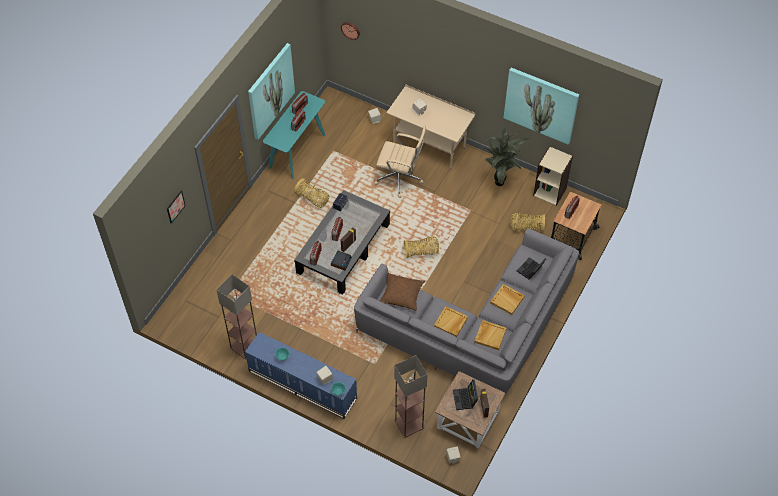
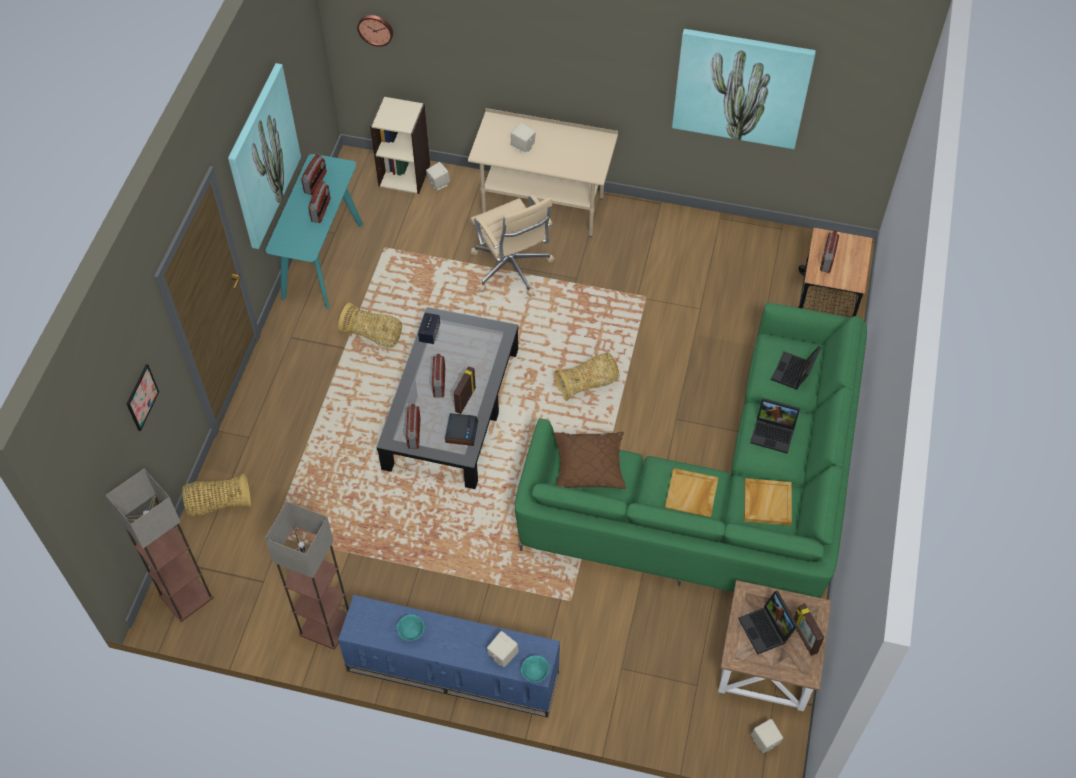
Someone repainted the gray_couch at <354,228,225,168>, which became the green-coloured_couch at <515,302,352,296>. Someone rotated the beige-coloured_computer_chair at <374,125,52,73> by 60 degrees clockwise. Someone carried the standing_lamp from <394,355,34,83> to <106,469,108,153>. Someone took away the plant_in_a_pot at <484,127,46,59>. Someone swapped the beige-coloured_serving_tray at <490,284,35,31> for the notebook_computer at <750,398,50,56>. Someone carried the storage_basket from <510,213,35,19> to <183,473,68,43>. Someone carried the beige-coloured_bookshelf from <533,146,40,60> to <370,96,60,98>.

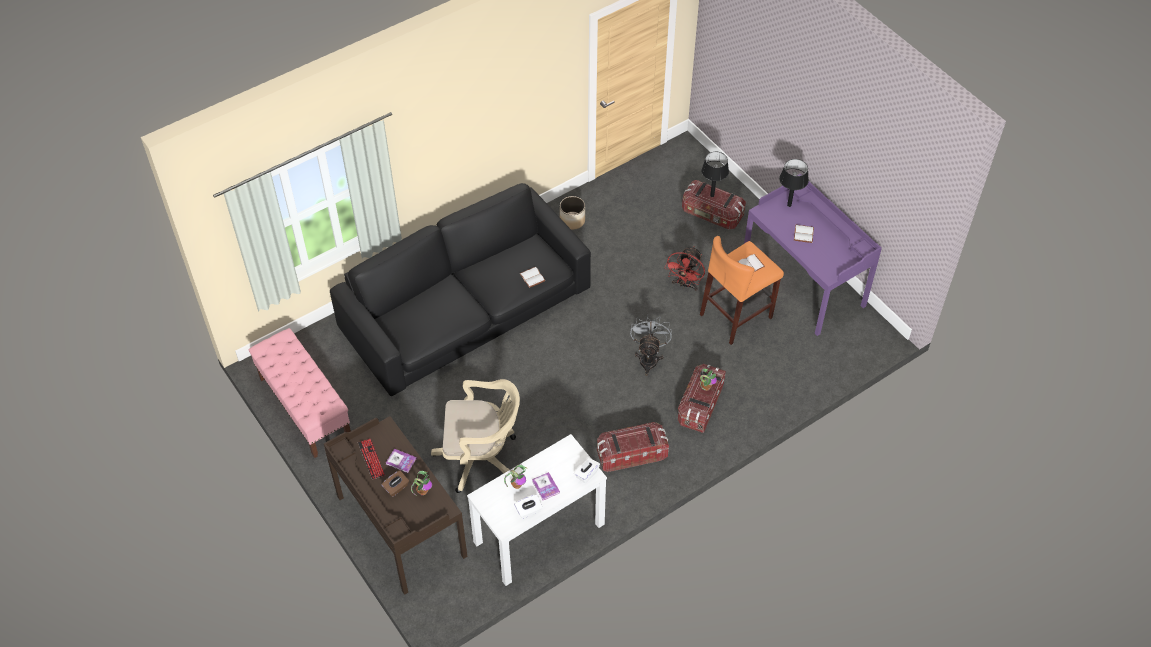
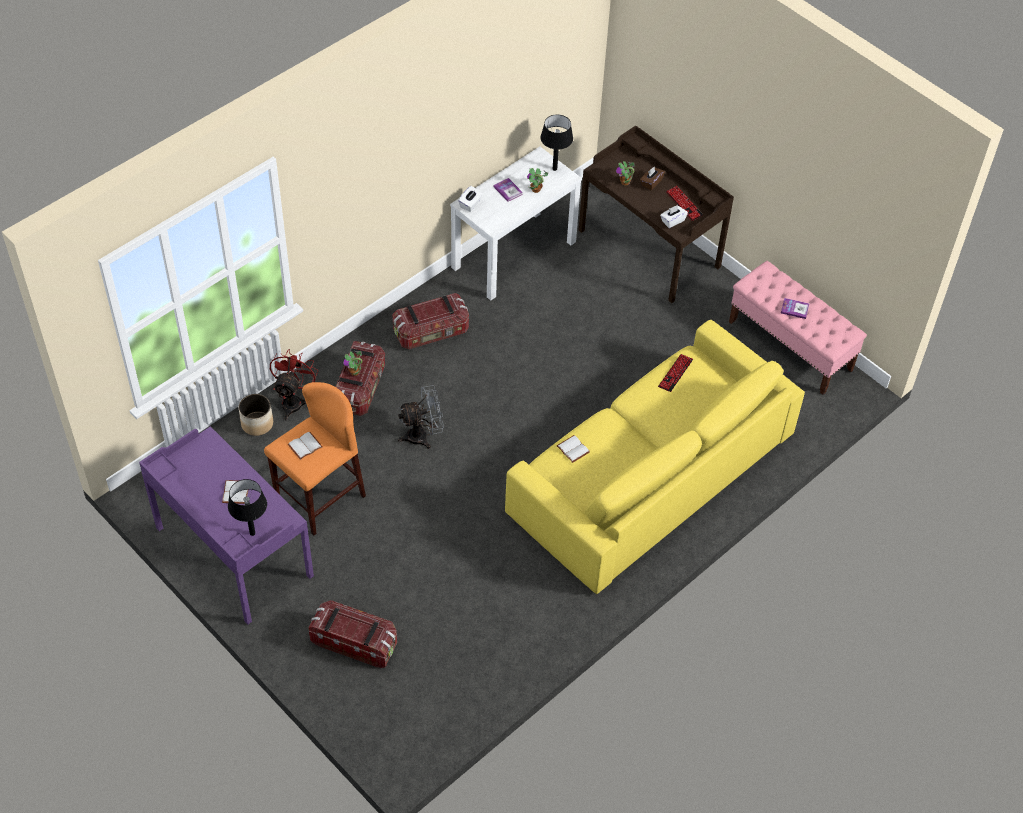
Someone repainted the blackish_couch at <330,183,261,213>, which became the yellow_couch at <505,320,300,274>. Someone carried the bound_book from <386,449,31,24> to <781,298,28,21>. Someone took away the beige-coloured_computer_chair at <431,379,89,114>. Someone carried the white-coloured_tissue_holder from <515,494,28,25> to <660,205,28,23>. Someone carried the flower_pot from <560,196,25,34> to <238,394,35,42>. Someone rotated the gray_electric_fan at <630,315,42,61> by 105 degrees counterclockwise. Someone carried the red_electric_fan from <665,246,40,45> to <270,349,48,71>. Someone carried the blackish_table_lamp from <701,152,28,45> to <540,115,33,56>. Someone put down the computer_keyboard at <658,354,35,38>.

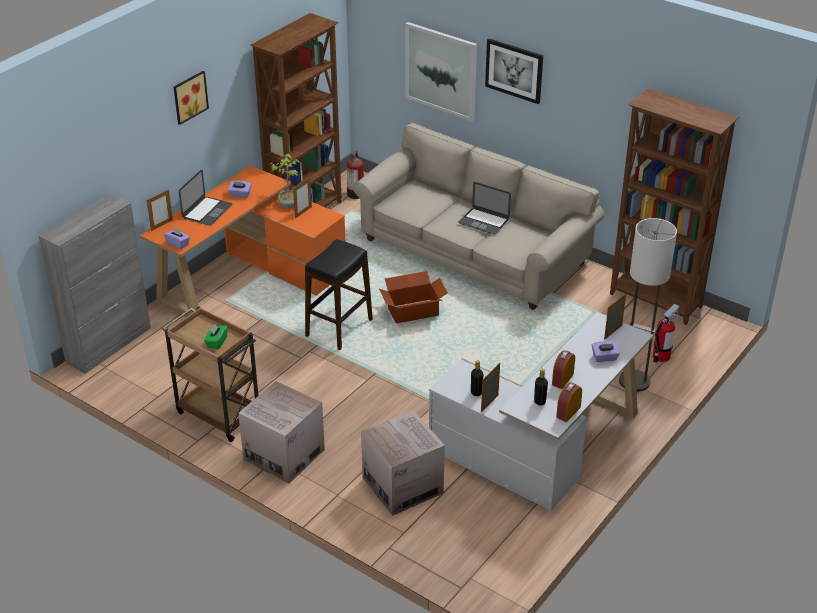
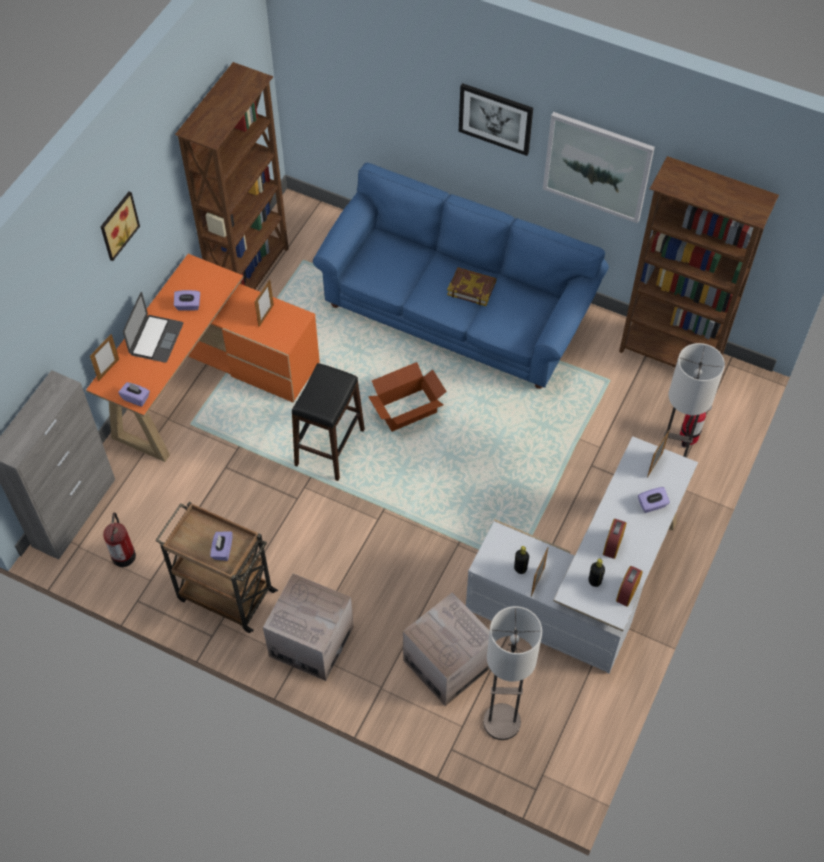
Someone repainted the green-coloured_tissue_holder at <204,324,24,25>, which became the purple-coloured_tissue_holder at <210,531,23,30>. Someone took away the plant_in_a_pot at <269,154,30,54>. Someone carried the fire-fighting_cylinder from <347,151,17,48> to <103,512,33,55>. Someone repainted the beige-coloured_couch at <353,123,252,187>, which became the blue-coloured_couch at <313,163,296,226>. Someone carried the wall_art from <405,22,72,99> to <543,112,112,111>. Someone swapped the notebook_computer at <458,182,53,53> for the bound_book at <447,267,49,39>. Someone put down the standing_lamp at <483,606,59,134>.

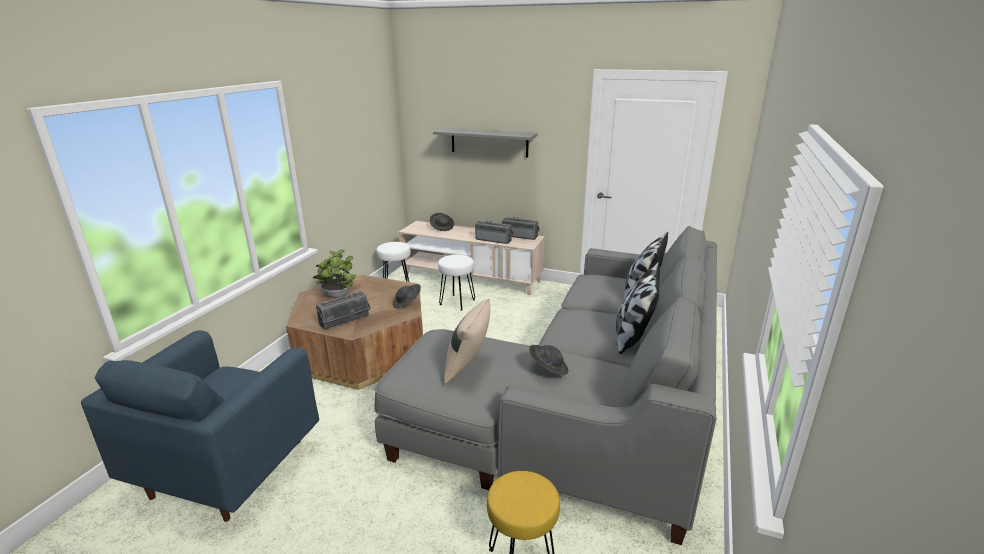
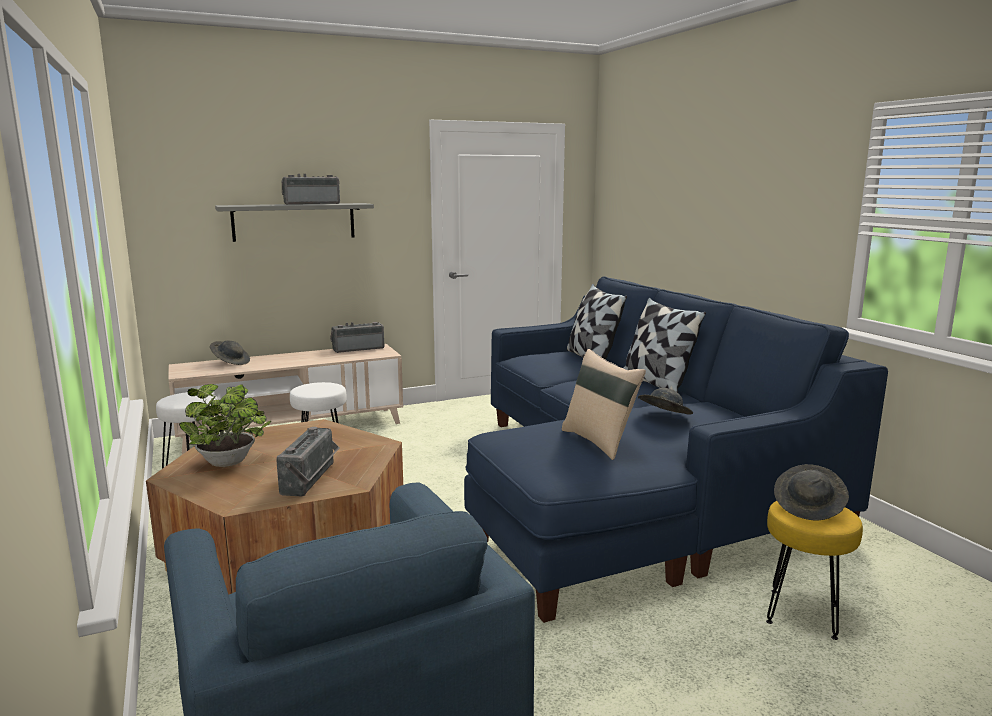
Someone repainted the gray_couch at <374,226,343,319>, which became the blue-coloured_couch at <464,276,424,347>. Someone carried the gray_hat from <392,284,29,24> to <774,464,75,57>. Someone carried the radio_receiver from <475,220,38,24> to <282,174,58,31>.

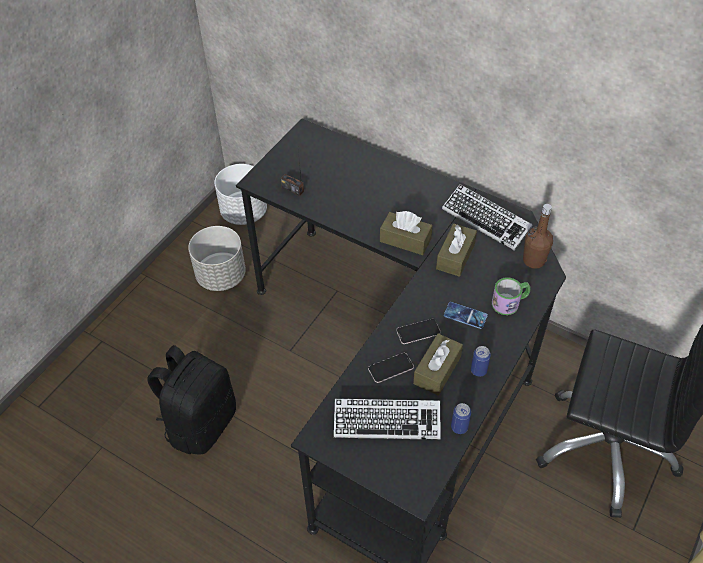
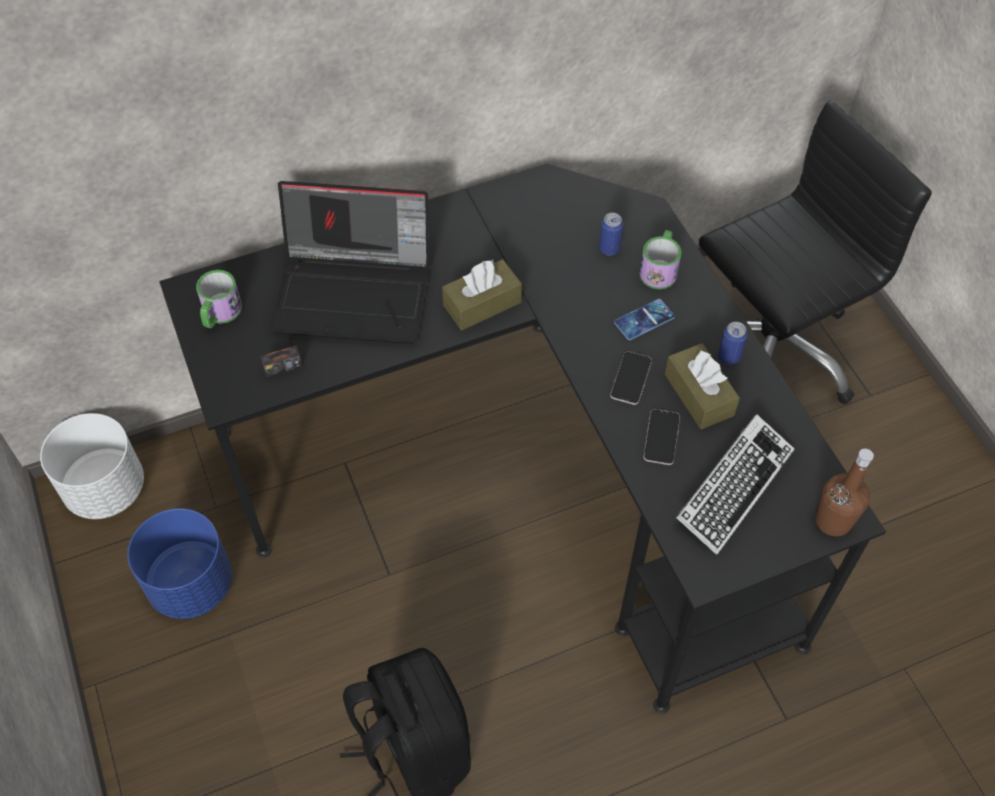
Someone repainted the gray_flower_pot at <188,226,58,65>, which became the blue-coloured_flower_pot at <127,508,105,111>. Someone took away the brown_tissue_holder at <436,224,41,53>. Someone took away the computer_keyboard at <442,184,91,66>. Someone carried the metal_can from <451,403,20,31> to <599,213,24,43>. Someone carried the brown_beverage_bottle from <523,204,30,65> to <815,449,59,87>. Someone put down the mug at <196,270,46,58>. Someone put down the notebook_computer at <270,181,159,163>.

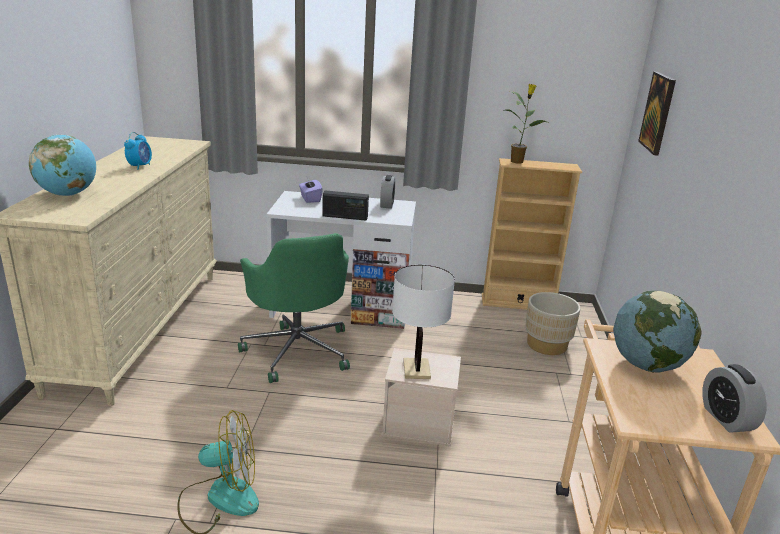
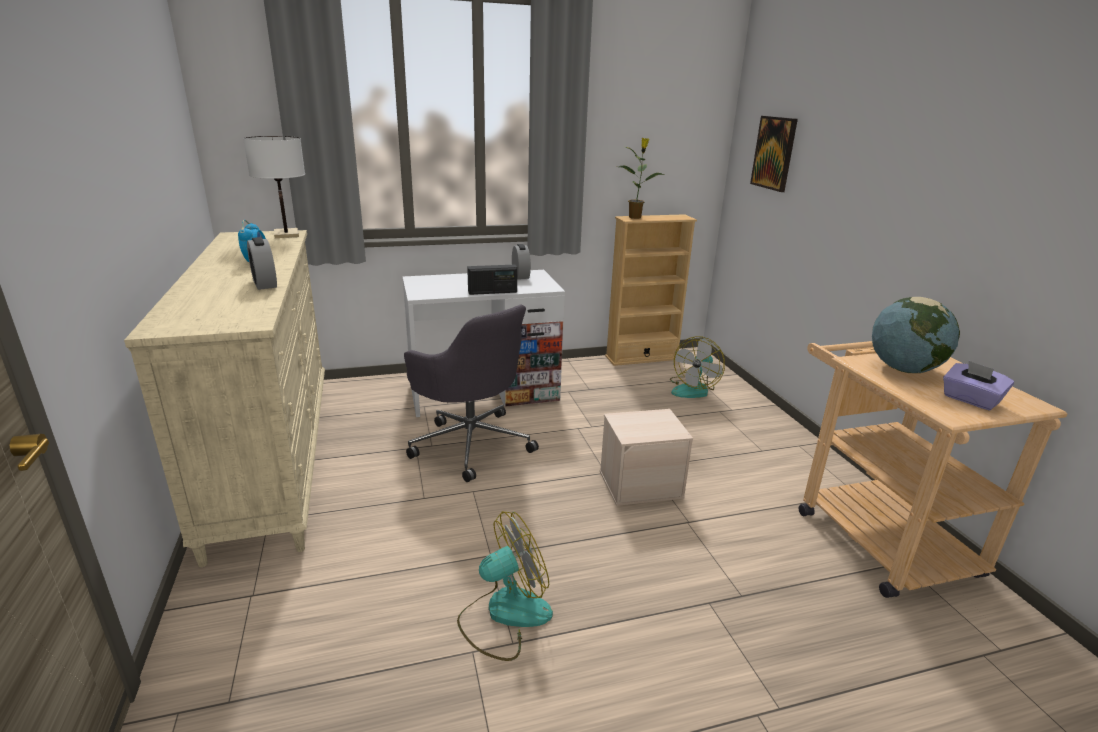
Someone took away the desk_globe at <29,134,67,62>. Someone repainted the green-coloured_computer_chair at <238,233,112,150>, which became the gray_computer_chair at <404,305,135,177>. Someone carried the purple-coloured_tissue_holder from <299,177,24,26> to <943,361,71,50>. Someone carried the white-coloured_table_lamp from <392,265,63,114> to <243,136,62,102>. Someone swapped the beige-coloured_flower_pot at <525,292,56,63> for the electric_fan at <670,336,55,62>. Someone carried the alarm_clock from <702,364,64,69> to <247,237,30,53>.

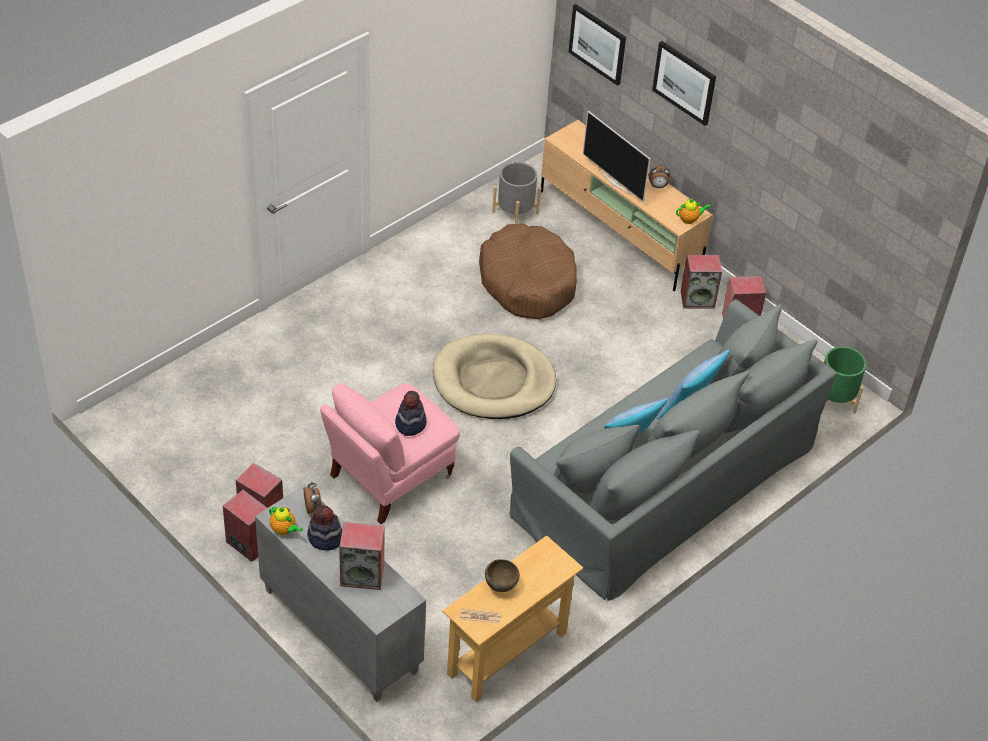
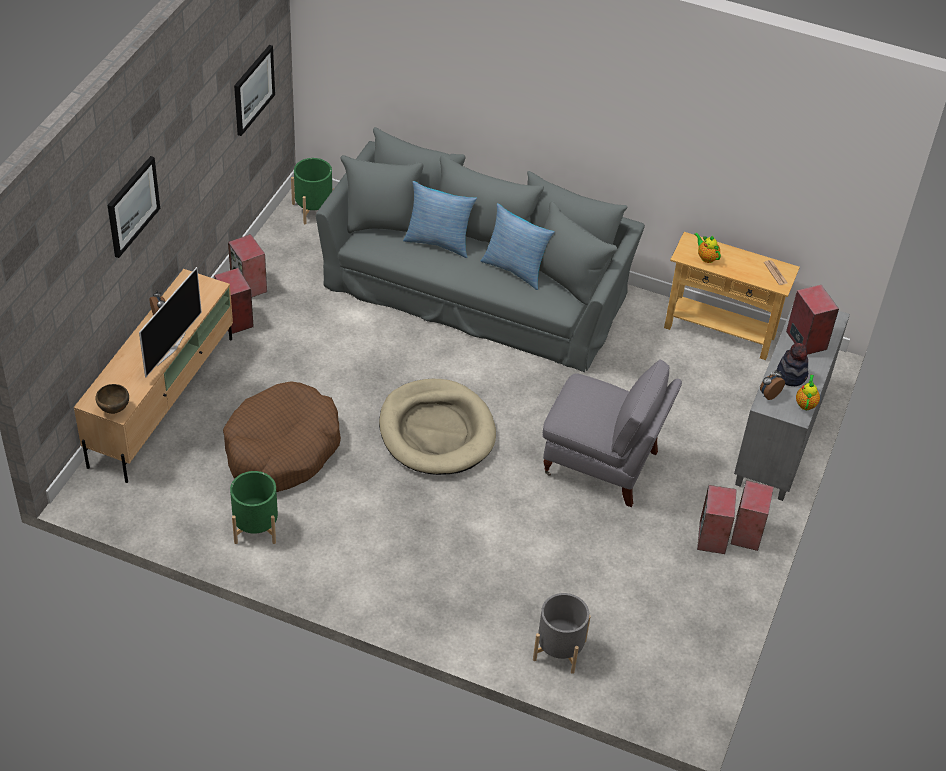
Someone repainted the pinkish_lounge_chair at <320,382,140,142>, which became the gray_lounge_chair at <542,359,140,148>. Someone took away the hat at <395,391,32,45>. Someone carried the brown_serving_bowl from <485,559,35,33> to <96,384,33,30>. Someone carried the gray_flower_pot from <492,162,49,62> to <533,593,58,81>. Someone carried the wall_art from <568,4,58,82> to <234,45,41,91>. Someone carried the tea_pot from <676,198,35,26> to <694,233,27,30>. Someone put down the green-coloured_flower_pot at <230,471,48,73>.

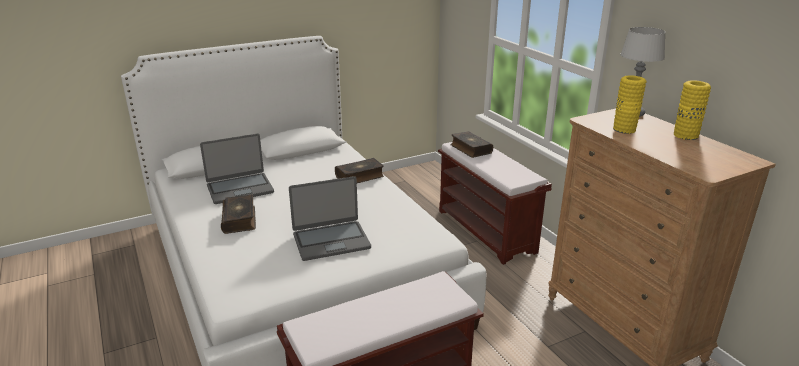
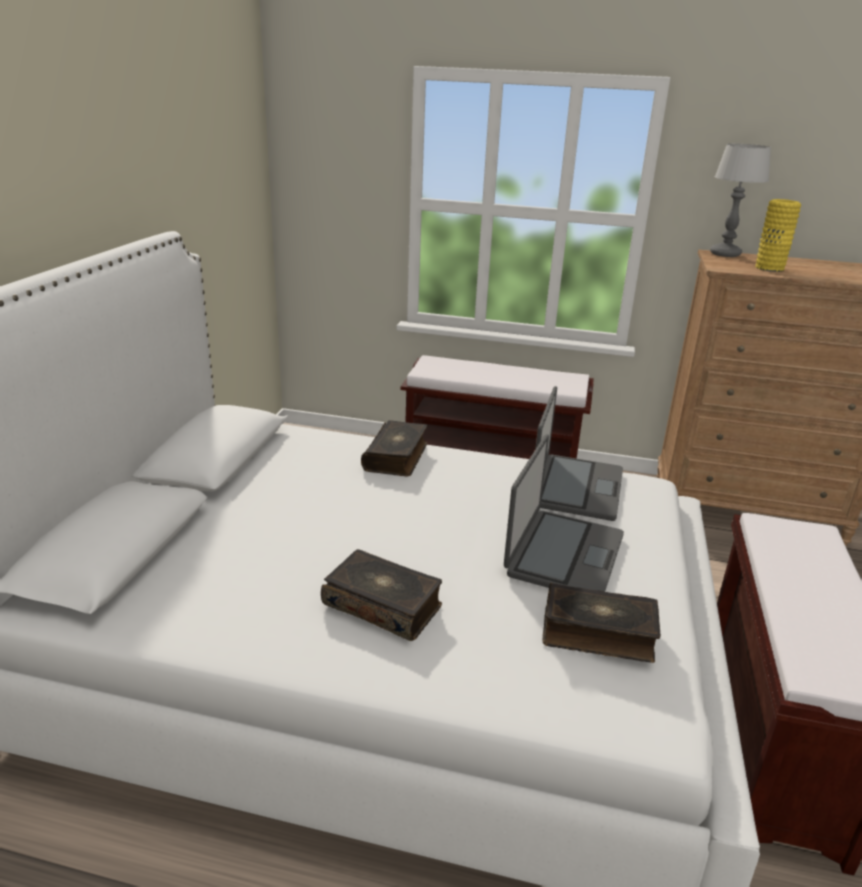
Someone carried the notebook_computer from <200,134,74,70> to <535,386,88,135>. Someone carried the bound_book from <450,131,43,27> to <542,583,119,80>. Someone took away the yellow_vase at <674,80,37,60>.

